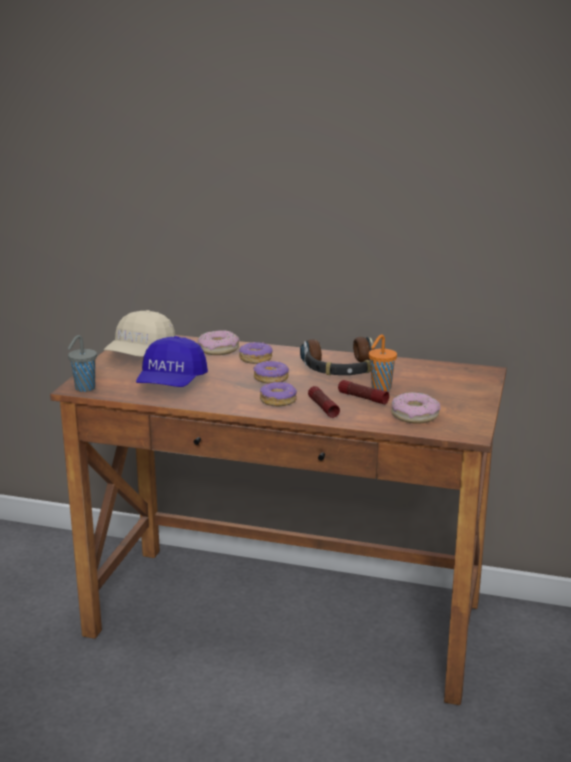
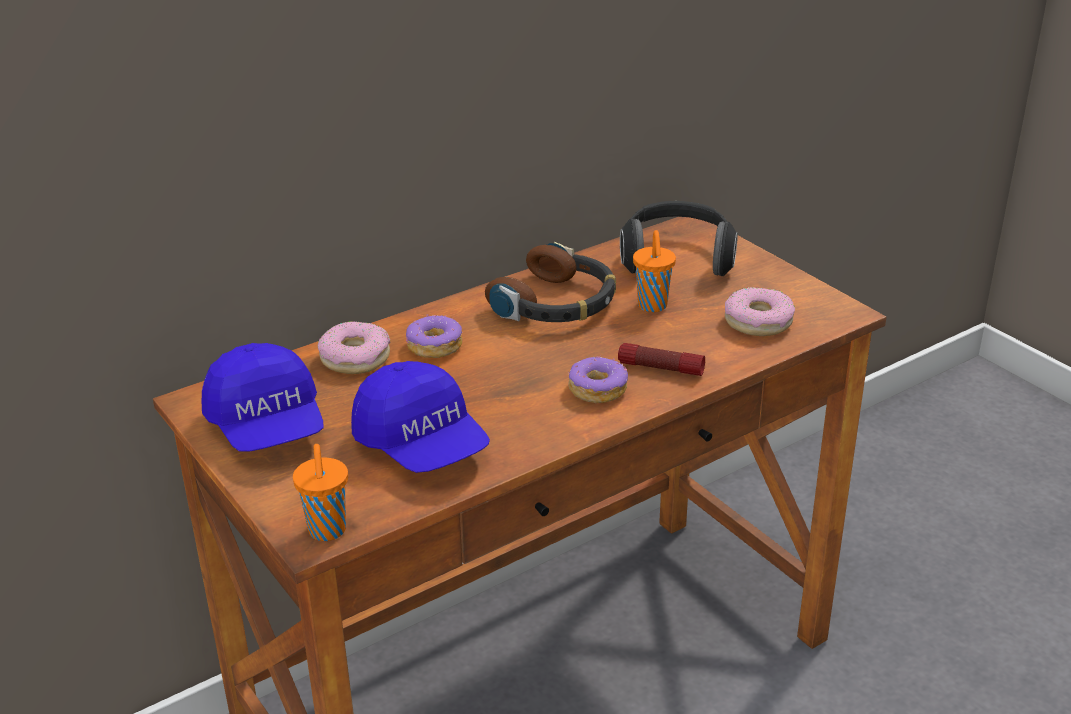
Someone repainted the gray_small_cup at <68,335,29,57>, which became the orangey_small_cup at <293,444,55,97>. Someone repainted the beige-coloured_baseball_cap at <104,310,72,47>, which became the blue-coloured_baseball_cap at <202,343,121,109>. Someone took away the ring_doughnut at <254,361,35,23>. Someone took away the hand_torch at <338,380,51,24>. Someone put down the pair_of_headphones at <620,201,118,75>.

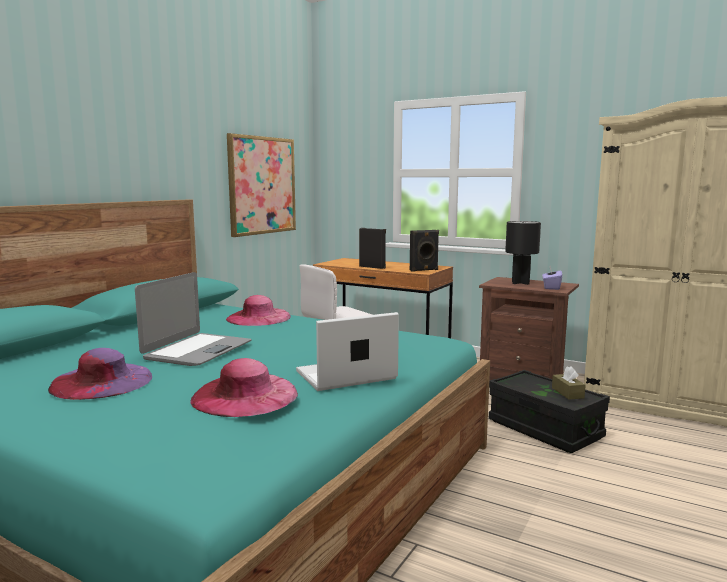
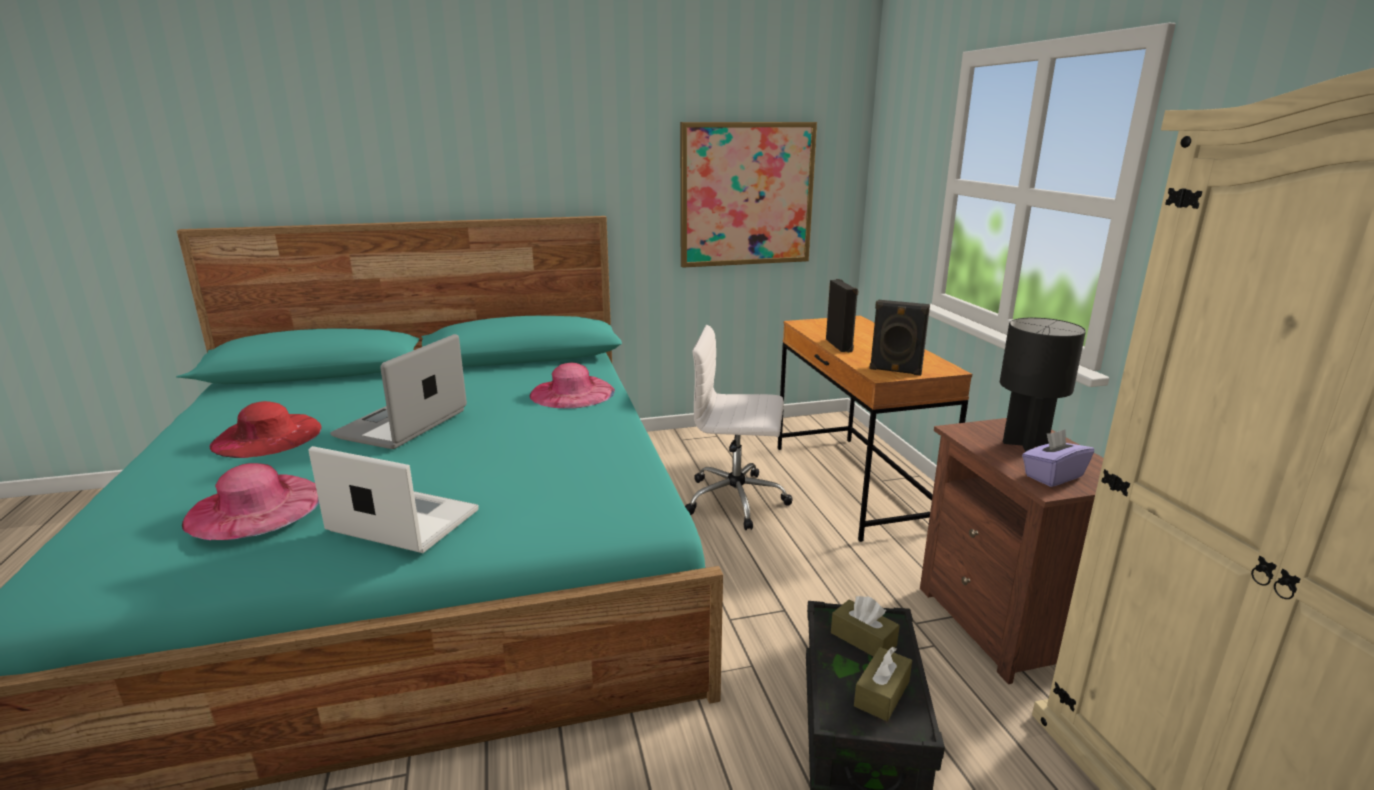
Someone repainted the purple-coloured_hat at <48,348,104,52>, which became the red_hat at <209,401,113,57>. Someone rotated the notebook_computer at <135,272,116,94> by 135 degrees clockwise. Someone put down the brown_tissue_holder at <831,596,69,61>.

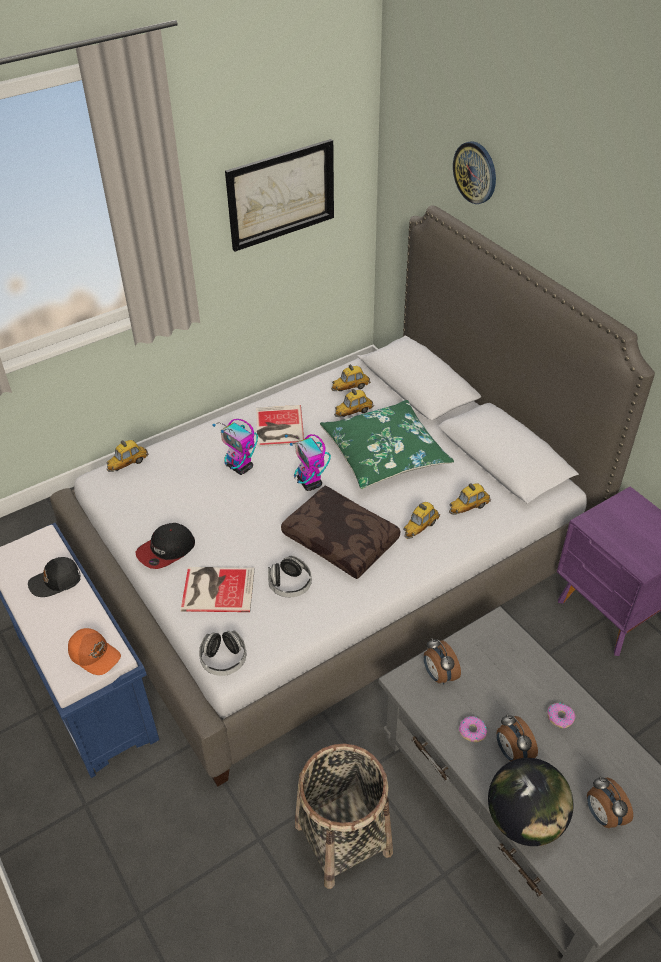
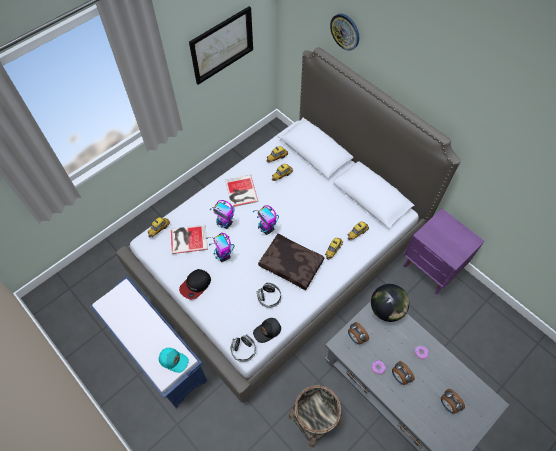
Someone carried the blackish_baseball_cap from <28,557,52,40> to <253,318,28,25>. Someone repainted the orangey_baseball_cap at <68,628,53,47>, which became the turquoise_baseball_cap at <159,348,30,25>. Someone carried the bound_book from <181,567,74,45> to <171,225,37,29>. Someone took away the green-coloured_cushion at <320,400,134,89>. Someone carried the desk_globe from <488,758,85,88> to <371,284,38,38>. Someone put down the robot_figure at <206,233,28,29>.

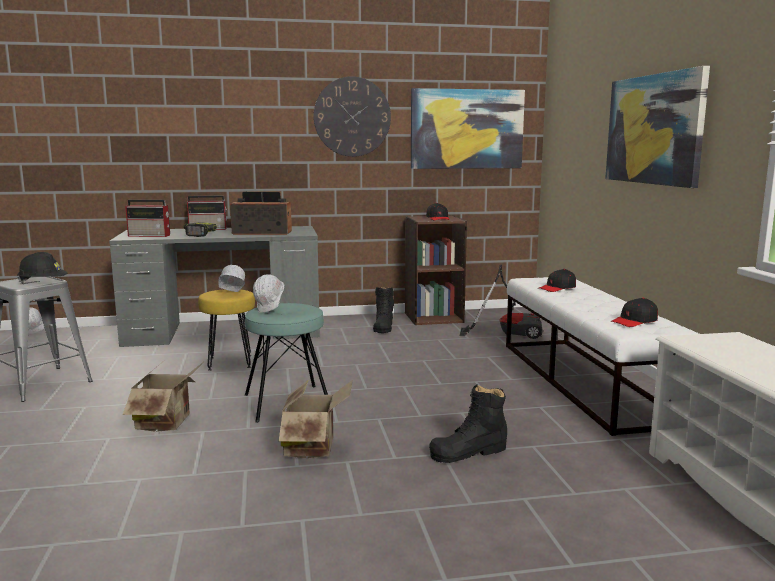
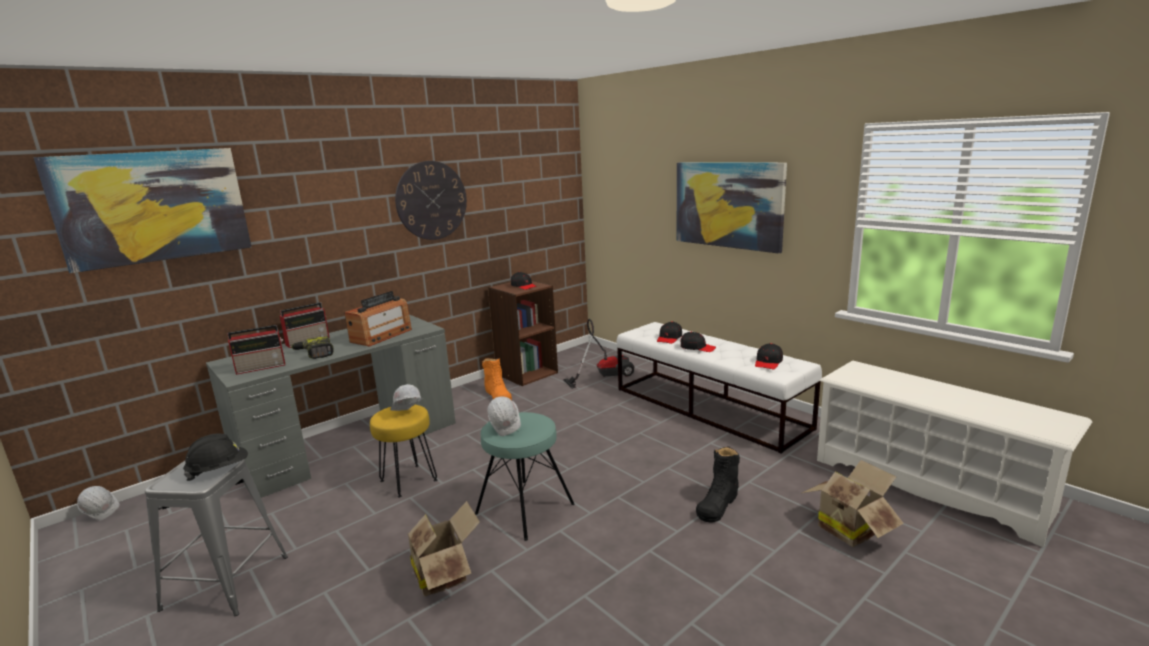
Someone rotated the radio_receiver at <230,192,62,43> by 150 degrees clockwise. Someone carried the cardboard_box from <279,379,74,79> to <802,460,102,87>. Someone repainted the blackish_boot at <373,287,21,46>, which became the orangey_boot at <482,358,30,42>. Someone carried the wall_art from <411,88,114,81> to <34,148,218,125>. Someone put down the blackish_baseball_cap at <681,332,35,20>.

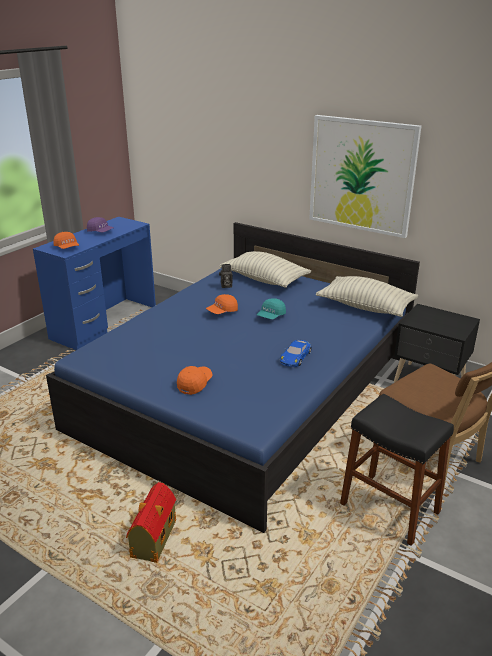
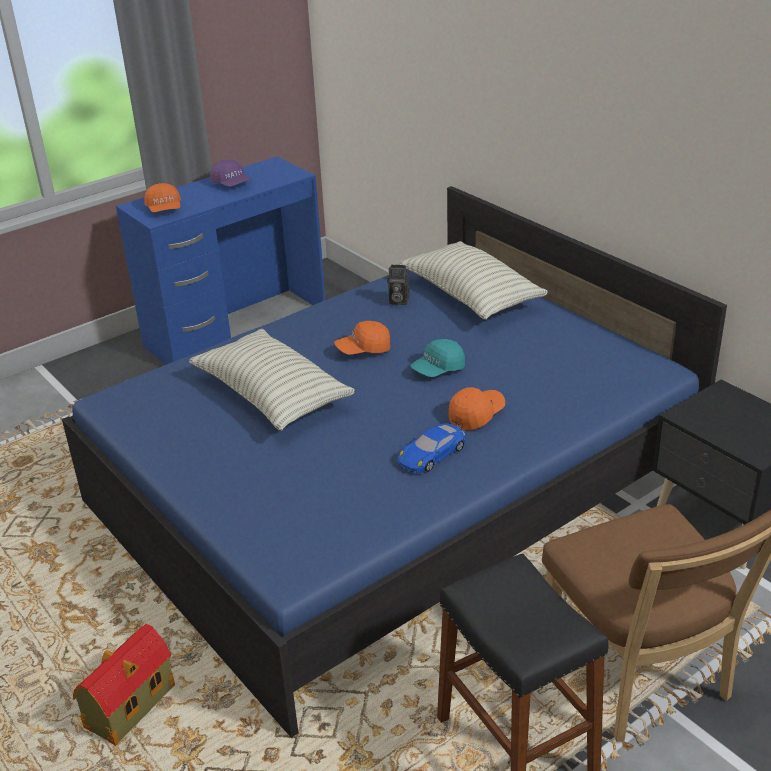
Someone carried the orangey_baseball_cap from <177,366,35,29> to <448,387,57,44>. Someone took away the wall_art at <309,115,113,123>. Someone carried the cushion from <316,276,102,41> to <189,329,166,102>.

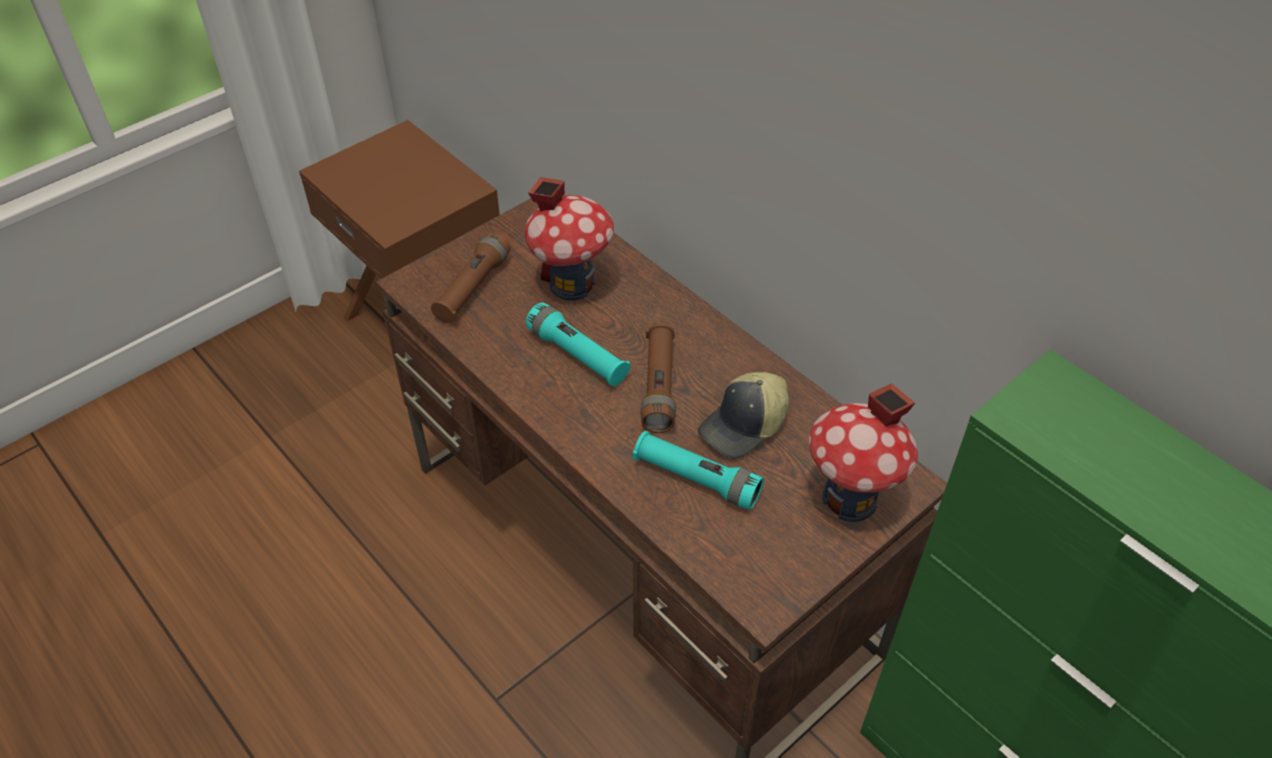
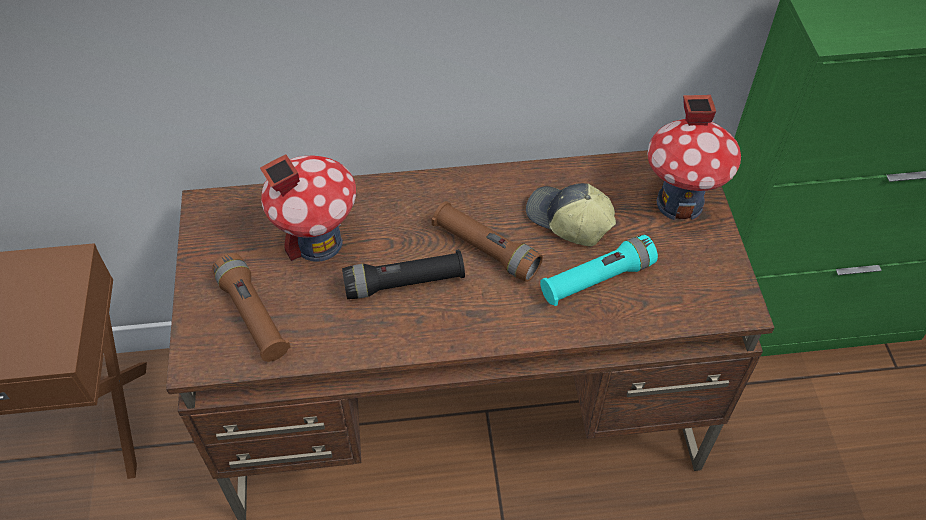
Someone repainted the turquoise_hand_torch at <526,303,104,83>, which became the blackish_hand_torch at <342,249,123,50>. Someone rotated the baseball_cap at <698,372,91,87> by 135 degrees clockwise.

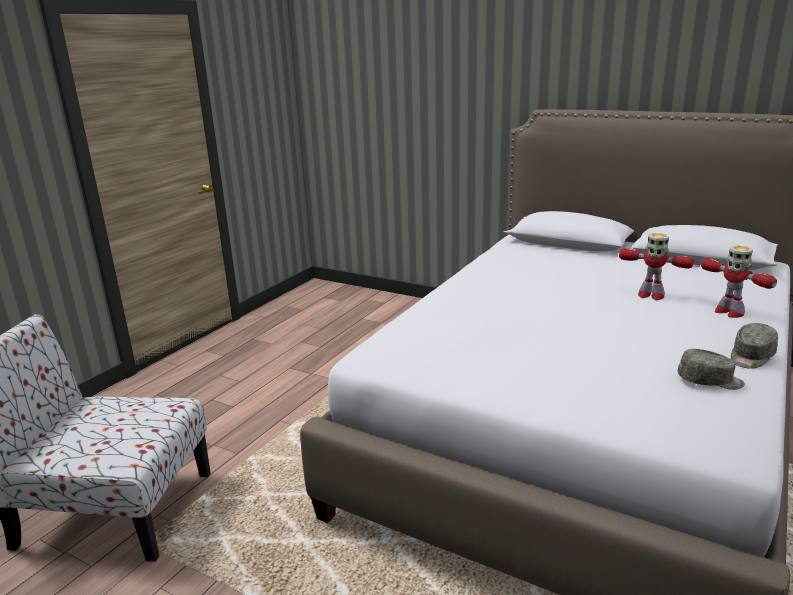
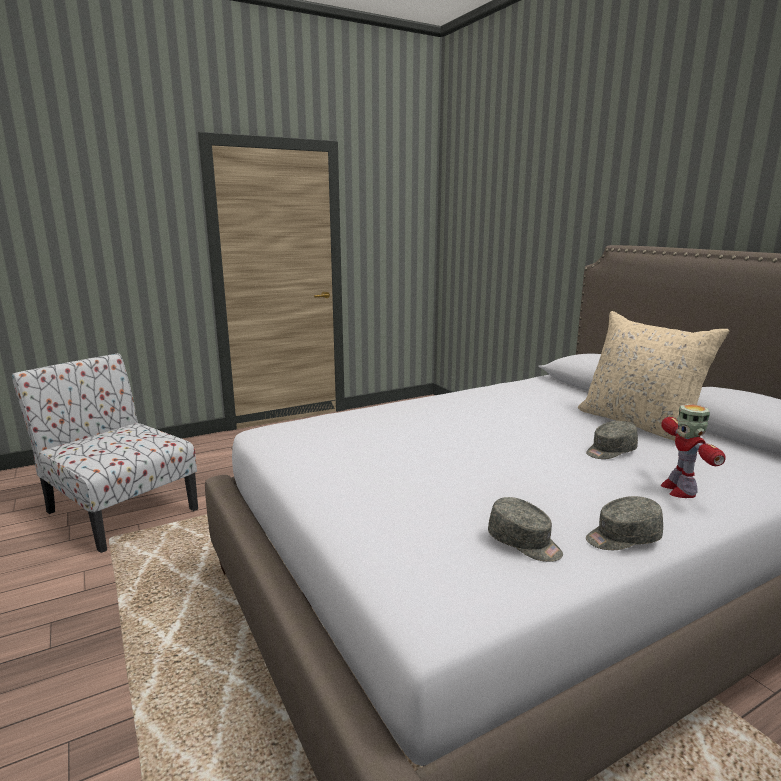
Someone swapped the robot_figure at <619,233,75,67> for the gray_baseball_cap at <586,421,52,38>. Someone put down the beige-coloured_cushion at <578,311,151,130>.

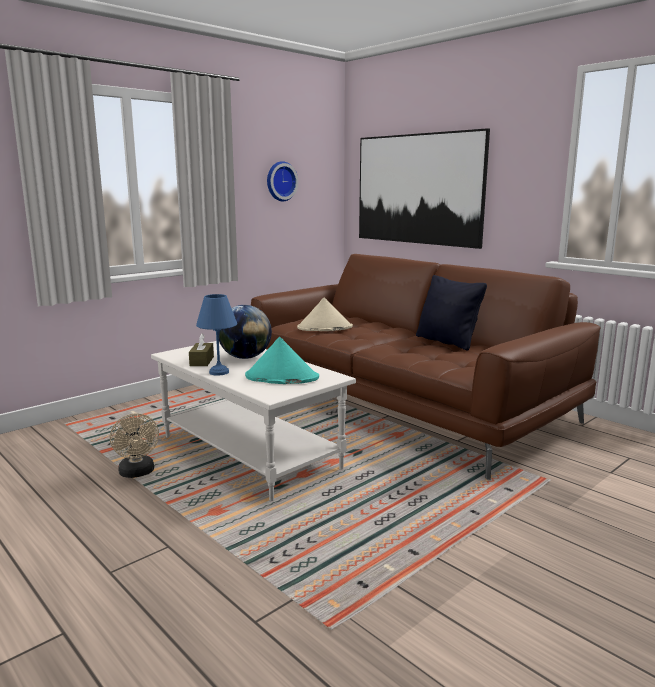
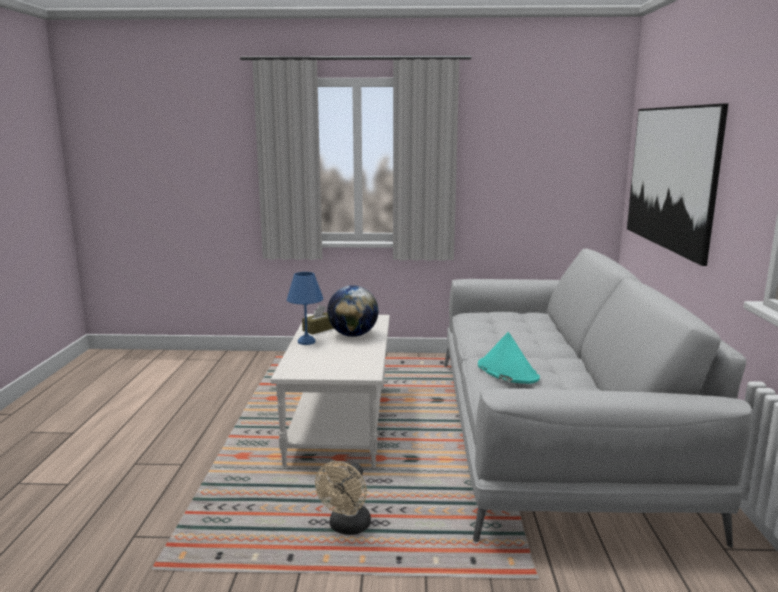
Someone carried the beige-coloured_electric_fan from <110,413,49,65> to <315,461,56,74>. Someone carried the turquoise_hat from <245,337,74,47> to <478,332,62,52>. Someone repainted the brown_couch at <251,254,350,226>, which became the gray_couch at <444,249,308,299>. Someone took away the clock_on_the_wall at <267,161,31,40>. Someone took away the beige-coloured_hat at <297,297,56,34>. Someone took away the blackish_cushion at <416,275,71,76>.

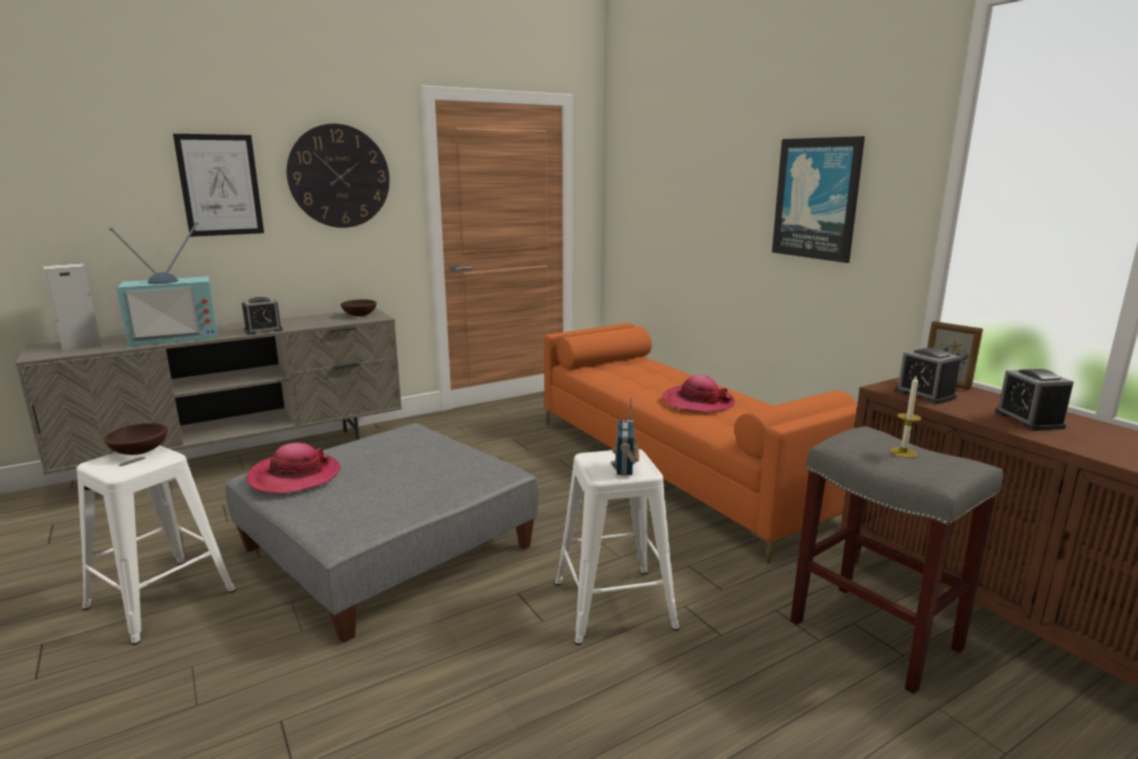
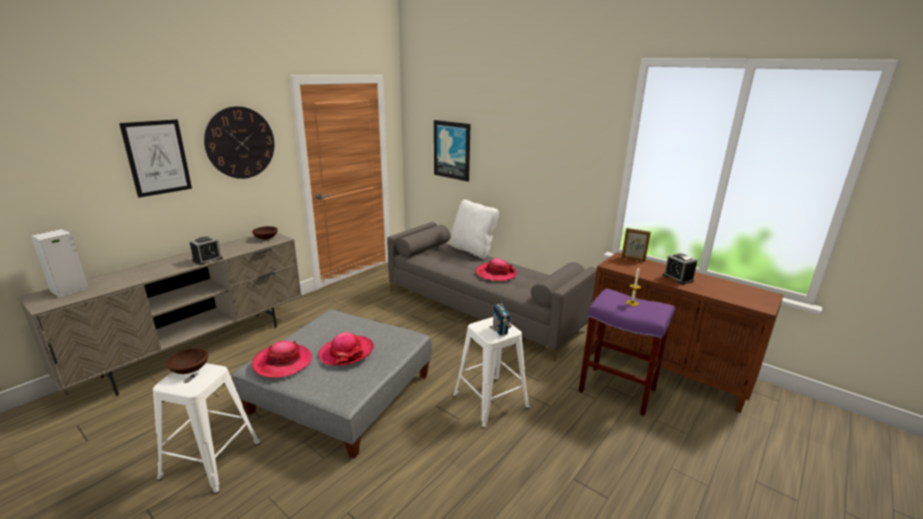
Someone took away the TV_set at <109,221,109,126>. Someone repainted the orangey_couch at <544,323,313,241>, which became the gray_couch at <387,222,210,140>. Someone carried the wall_art from <772,136,93,127> to <434,120,37,62>. Someone repainted the gray_sitting_stool at <790,426,213,268>, which became the purple-coloured_sitting_stool at <579,288,96,128>. Someone took away the alarm_clock at <895,348,65,56>. Someone put down the hat at <319,332,55,34>. Someone put down the white-coloured_cushion at <451,199,48,60>.

